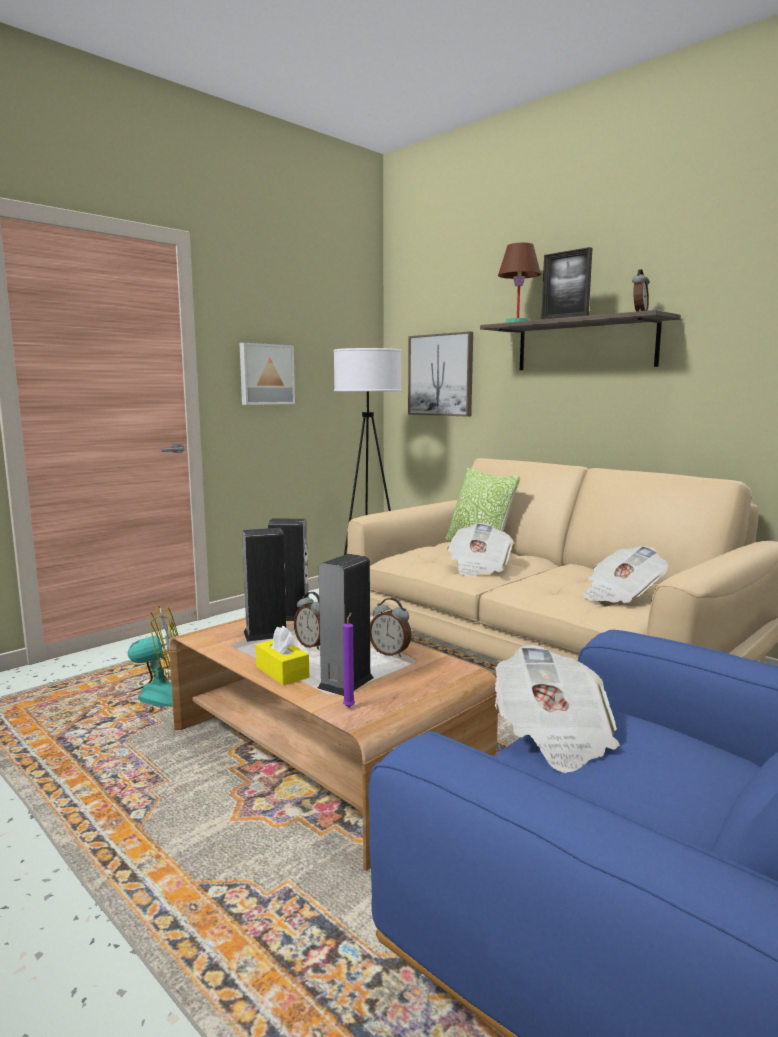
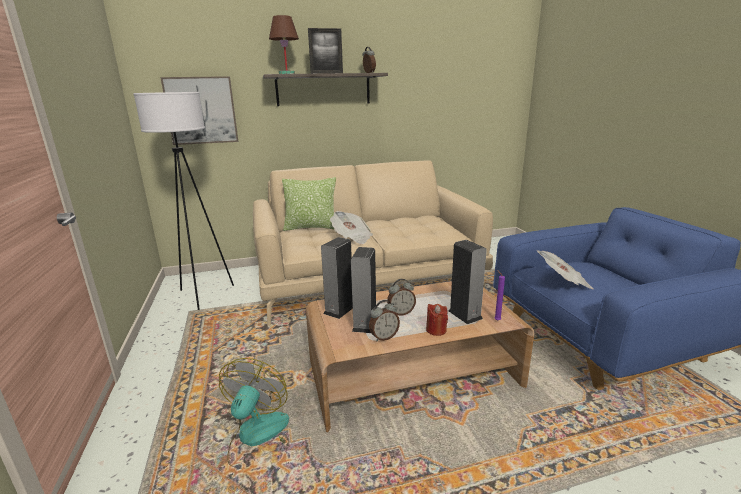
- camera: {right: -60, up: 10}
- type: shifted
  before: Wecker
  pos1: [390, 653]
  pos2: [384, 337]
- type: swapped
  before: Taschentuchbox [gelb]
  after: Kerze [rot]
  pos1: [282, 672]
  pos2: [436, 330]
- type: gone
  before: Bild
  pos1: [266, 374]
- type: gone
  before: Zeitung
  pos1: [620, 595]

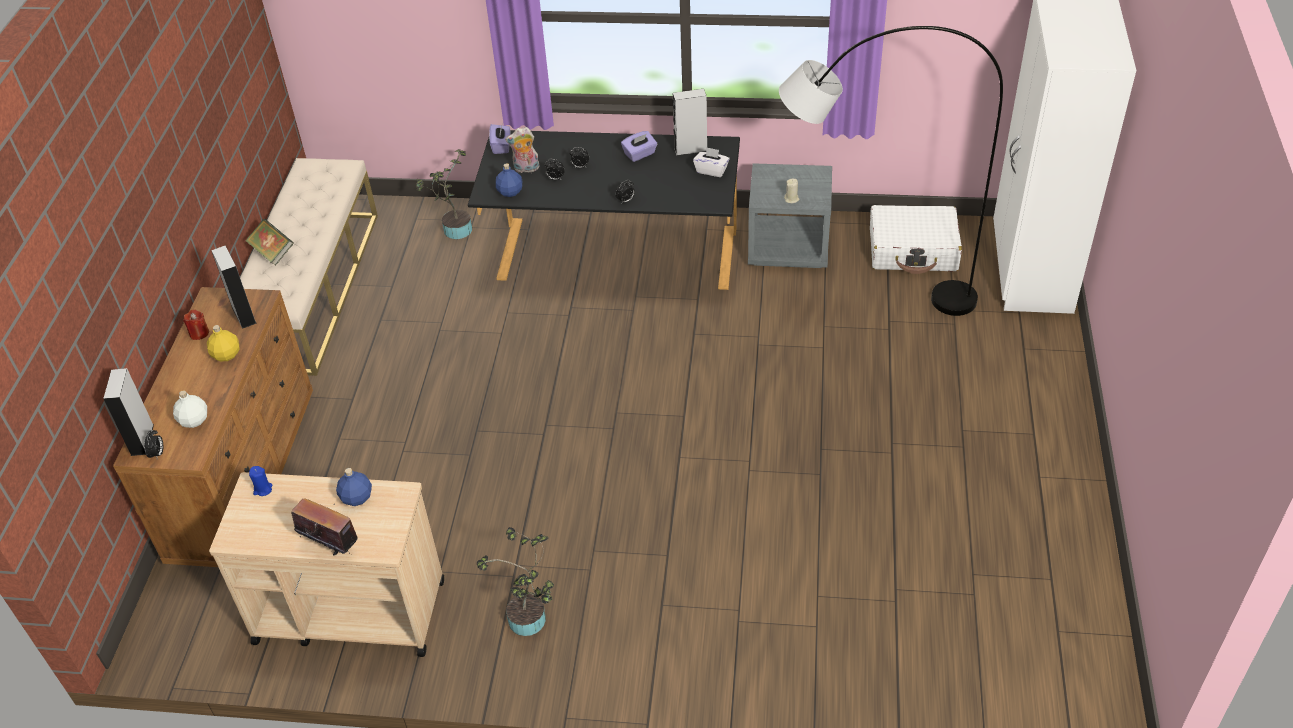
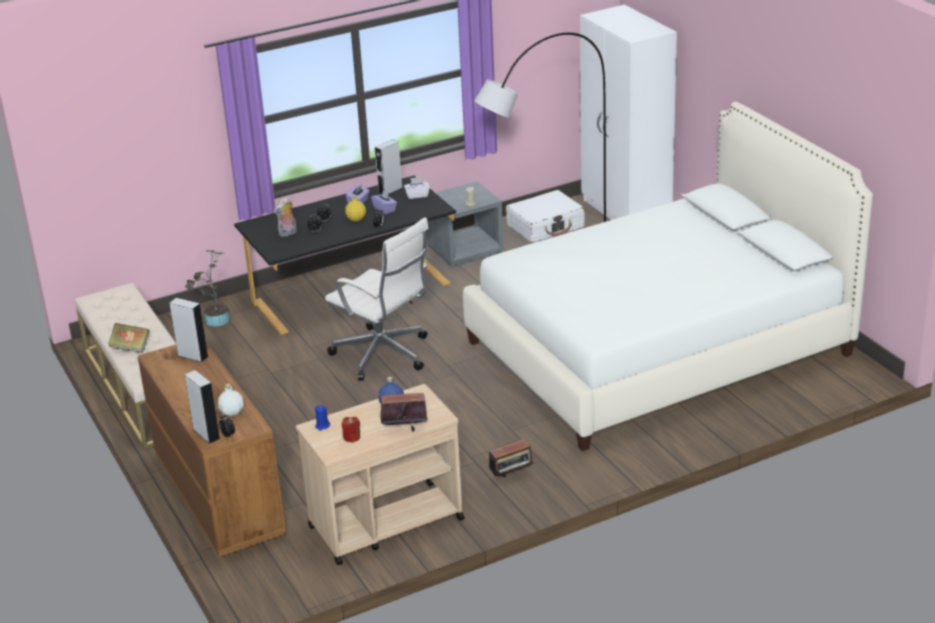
- camera: {right: -35, up: -15}
- type: new
  after: Bürostuhl [weiß]
  pos2: [384, 355]
- type: shifted
  before: Kerze [rot]
  pos1: [199, 333]
  pos2: [352, 437]
- type: shifted
  before: Flasche [gelb]
  pos1: [227, 354]
  pos2: [356, 218]
- type: shifted
  before: Taschentuchbox [lila]
  pos1: [501, 146]
  pos2: [385, 209]
- type: new
  after: Bett [weiß]
  pos2: [659, 348]
- type: swapped
  before: Topfpflanze
  after: Radio
  pos1: [530, 622]
  pos2: [512, 476]
- type: gone
  before: Flasche [blau]
  pos1: [510, 192]

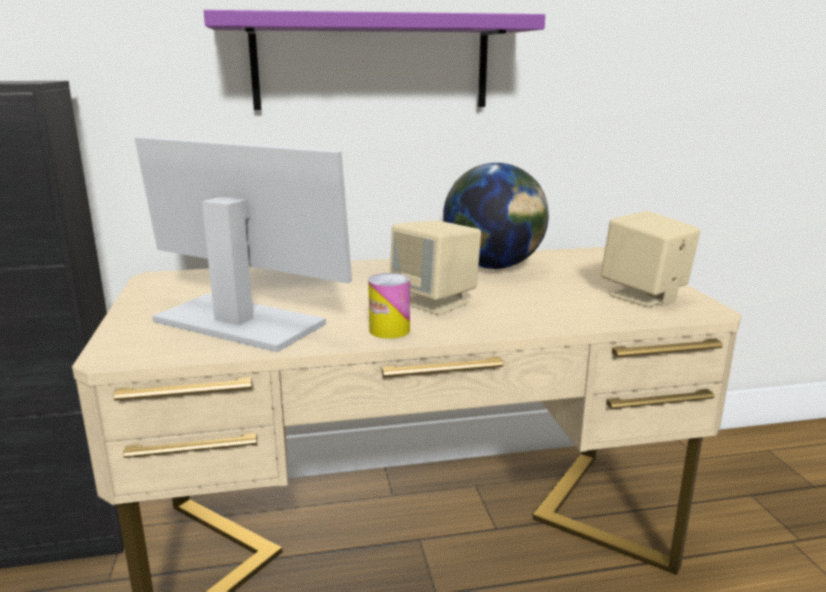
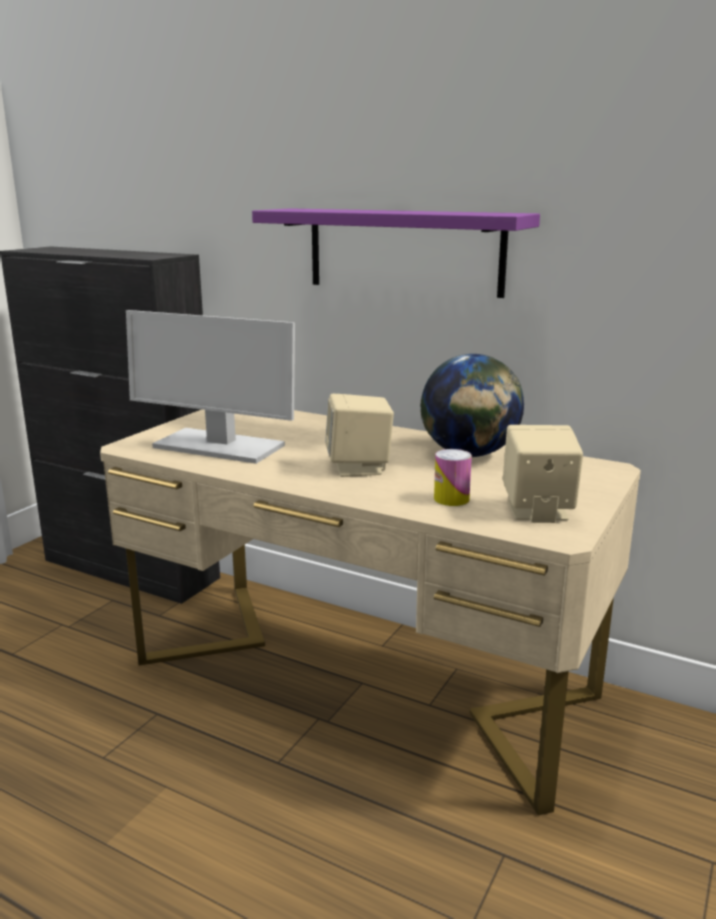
- camera: {right: 40, up: 0}
- type: rotated
  before: Monitor
  pos1: [241, 323]
  pos2: [217, 447]
  turn: 135
- type: shifted
  before: Dose
  pos1: [389, 330]
  pos2: [451, 499]

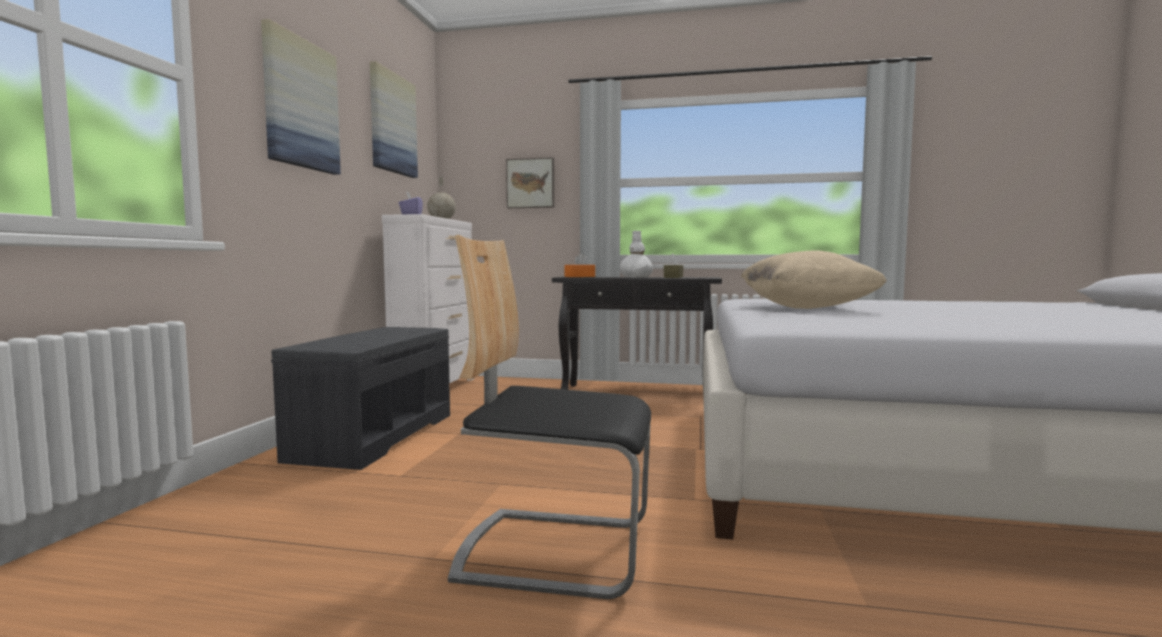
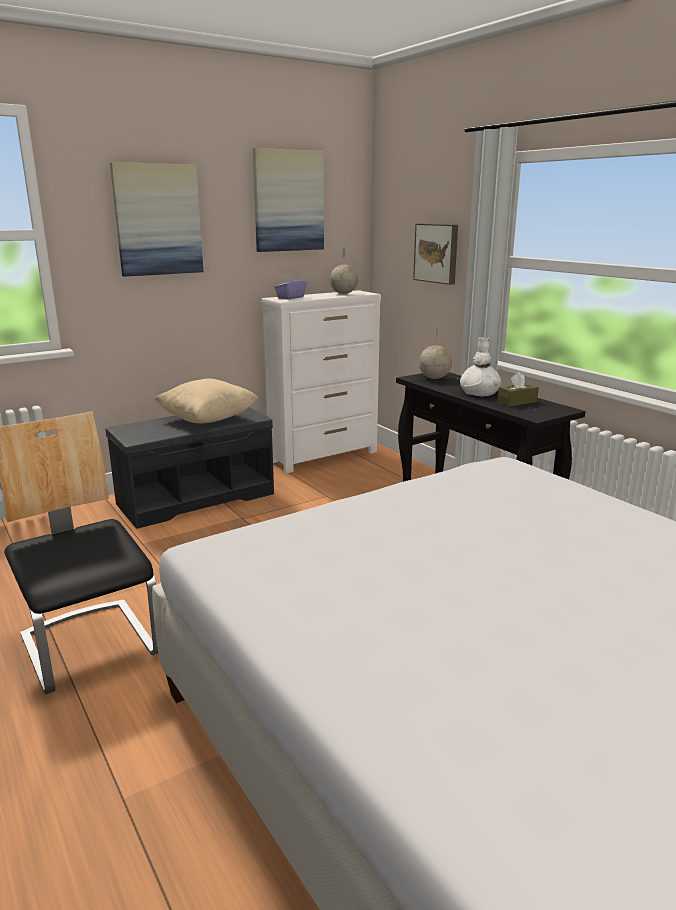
- camera: {right: 45, up: 15}
- type: shifted
  before: Kissen [beige]
  pos1: [806, 308]
  pos2: [208, 420]
- type: swapped
  before: Taschentuchbox [orange]
  after: Globus
  pos1: [579, 276]
  pos2: [434, 378]

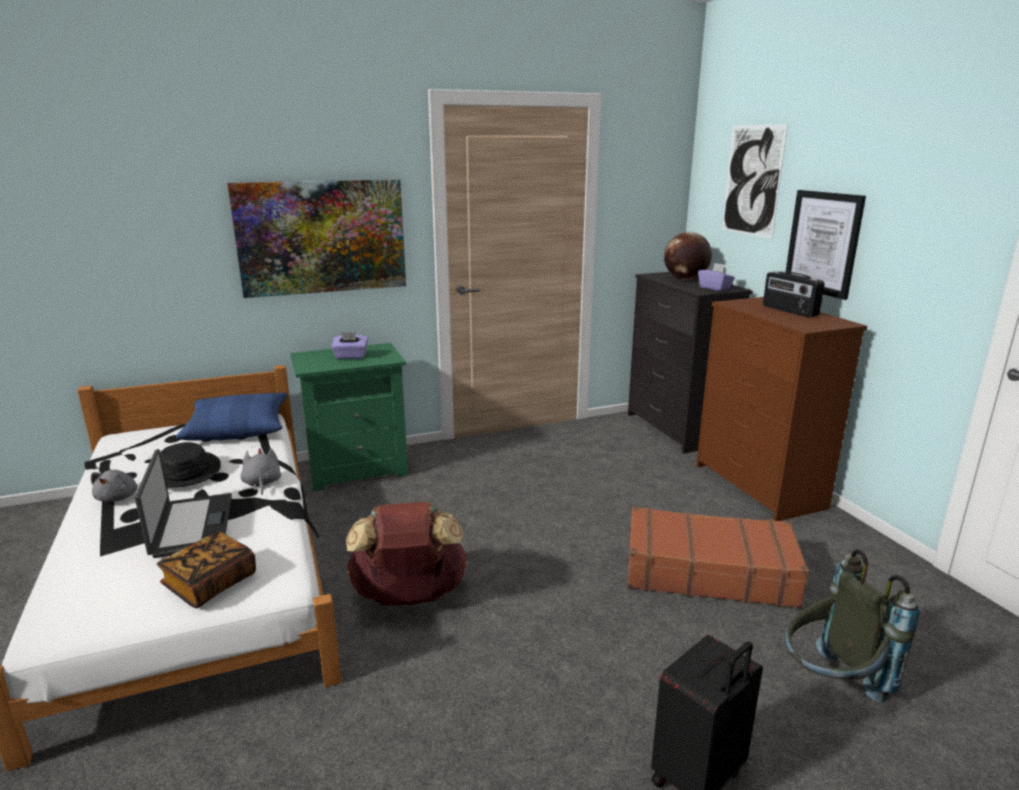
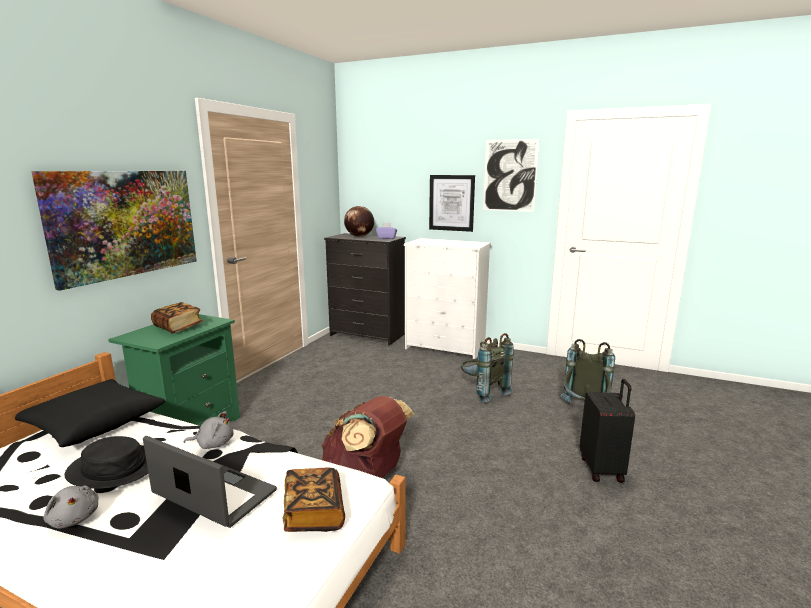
- camera: {right: -45, up: -5}
- type: repainted
  before: Kissen [blau]
  after: Kissen [schwarz]
  pos1: [238, 427]
  pos2: [93, 422]
- type: swapped
  before: Taschentuchbox [lila]
  after: Buch
  pos1: [350, 356]
  pos2: [178, 327]
- type: rotated
  before: Plüschtier [grau]
  pos1: [262, 484]
  pos2: [213, 444]
  turn: 150
- type: repainted
  before: Kommode [braun]
  after: Kommode [weiß]
  pos1: [759, 487]
  pos2: [445, 348]
- type: swapped
  before: Koffer [braun]
  after: Rucksack [grau]
  pos1: [708, 571]
  pos2: [482, 392]
- type: shifted
  before: Bild
  pos1: [752, 180]
  pos2: [510, 175]
- type: gone
  before: Radio
  pos1: [789, 311]

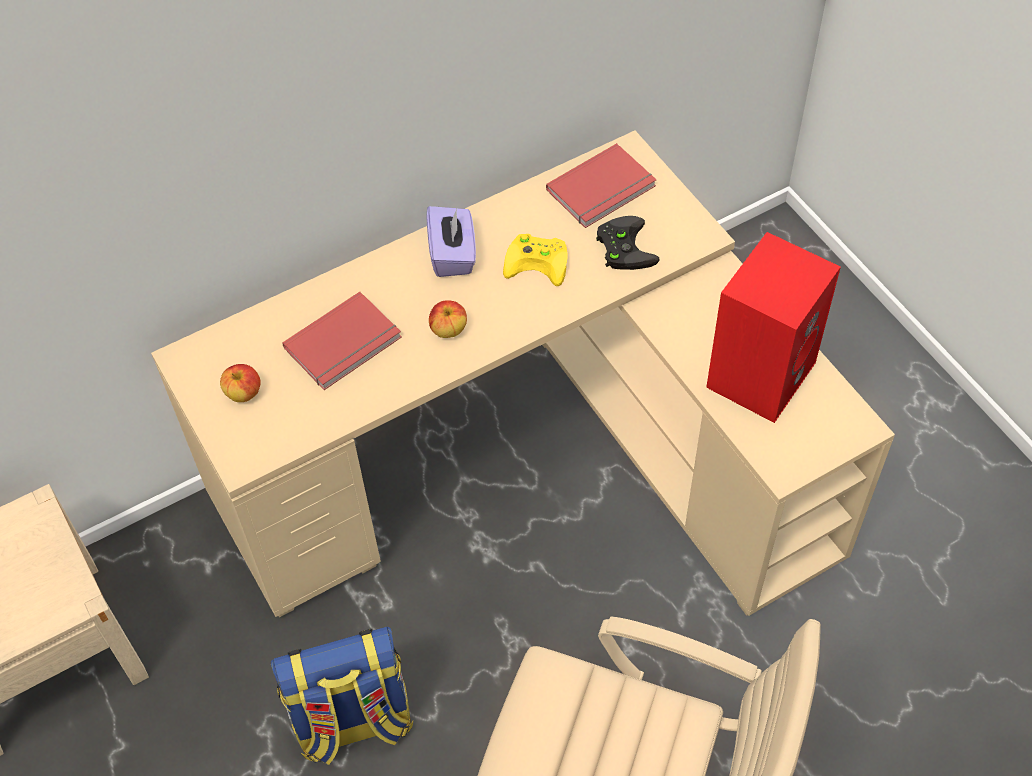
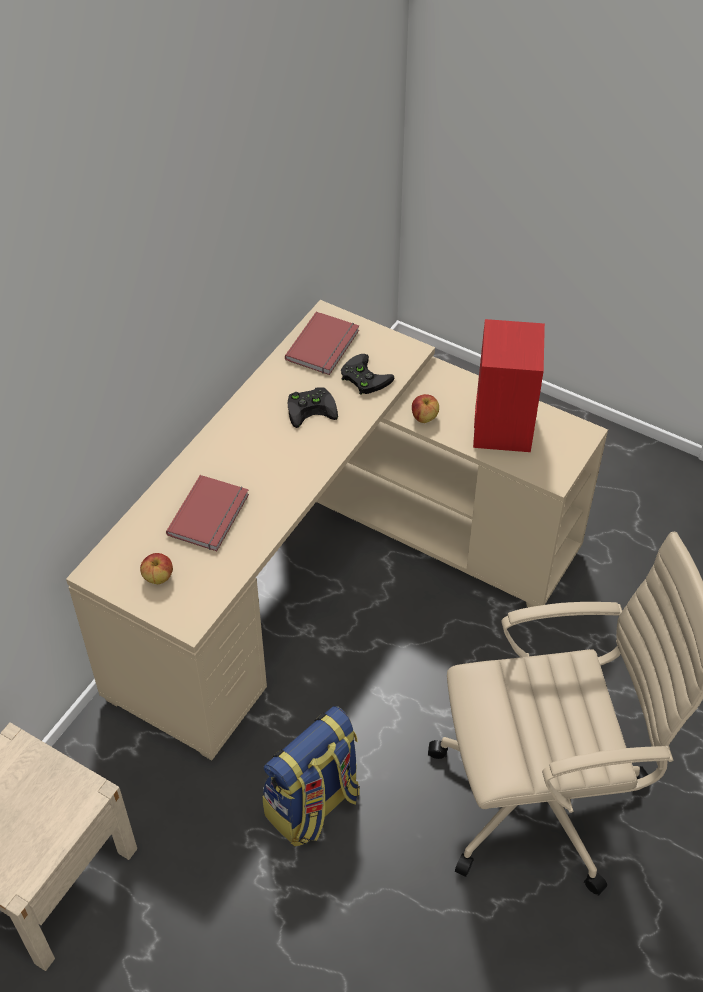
- camera: {right: -30, up: -5}
- type: repainted
  before: Gamepad [gelb]
  after: Gamepad [schwarz]
  pos1: [539, 261]
  pos2: [312, 408]
- type: shifted
  before: Apfel
  pos1: [448, 330]
  pos2: [424, 417]
- type: gone
  before: Taschentuchbox [lila]
  pos1: [453, 255]

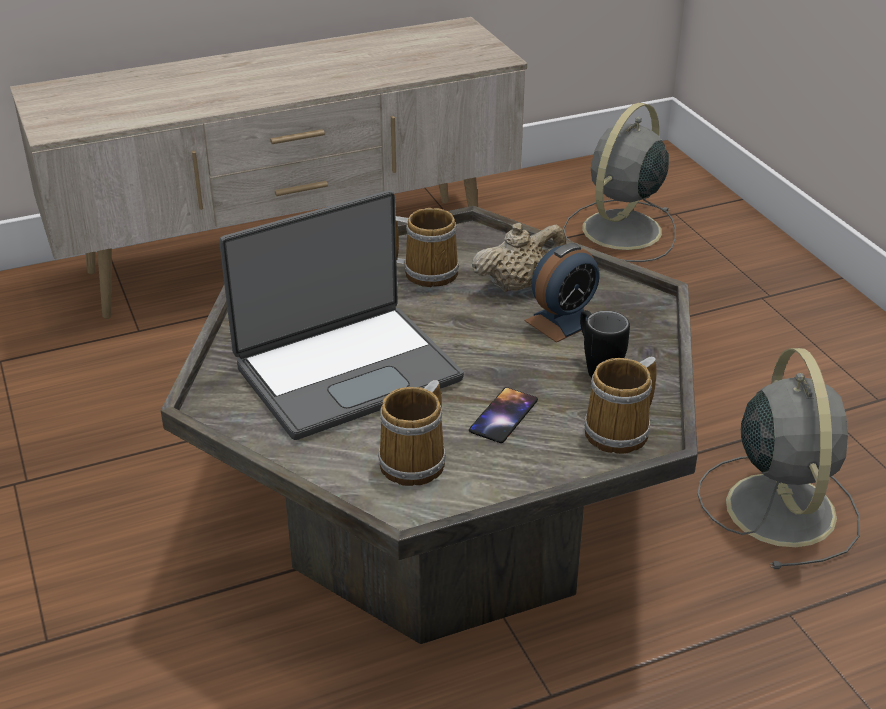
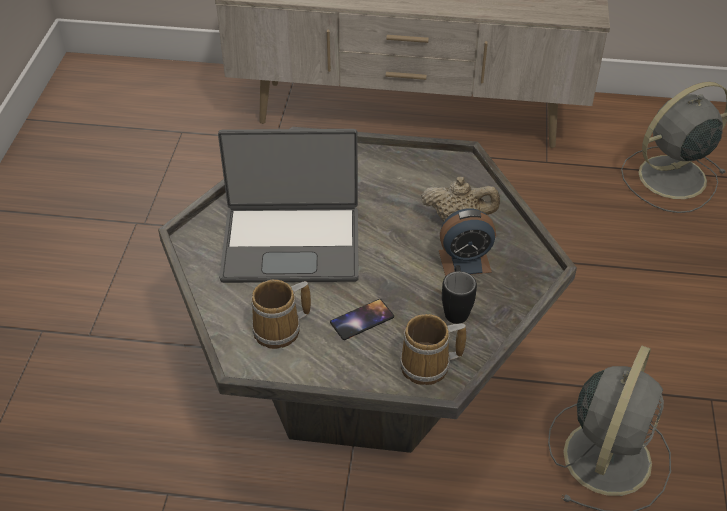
- camera: {right: 30, up: 10}
- type: gone
  before: Henkelbecher
  pos1: [427, 271]

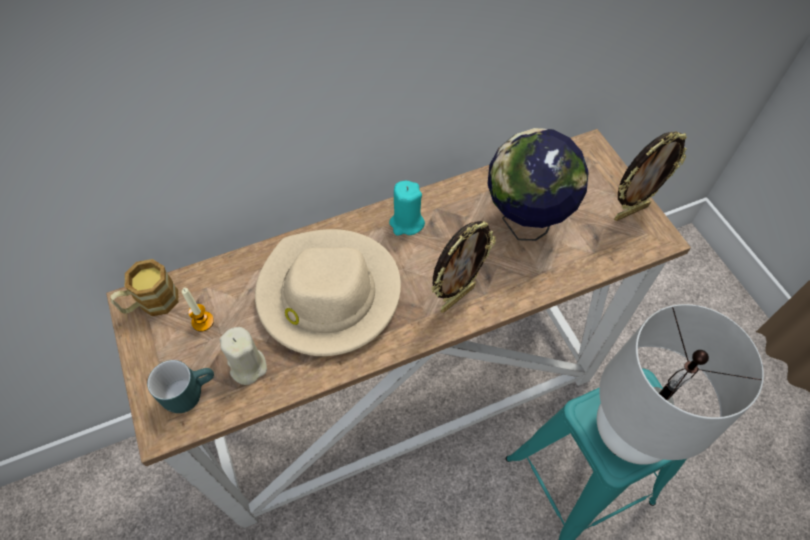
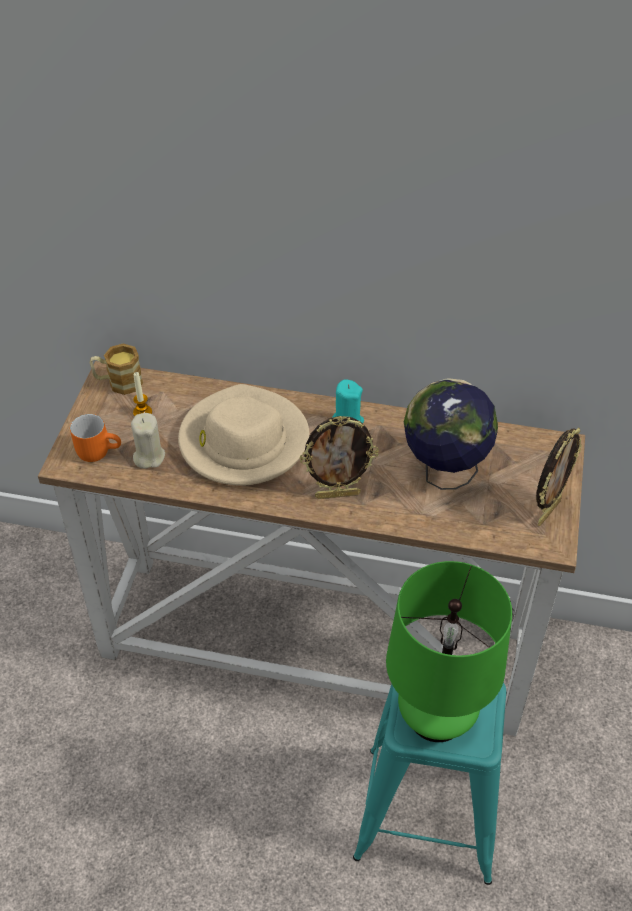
- camera: {right: 35, up: -10}
- type: repainted
  before: Henkelbecher [türkis]
  after: Henkelbecher [orange]
  pos1: [188, 391]
  pos2: [99, 450]
- type: repainted
  before: Tischlampe [weiß]
  after: Tischlampe [grün]
  pos1: [627, 433]
  pos2: [436, 716]
- type: rotated
  before: Bilderrahmen
  pos1: [630, 211]
  pos2: [547, 511]
  turn: -60

